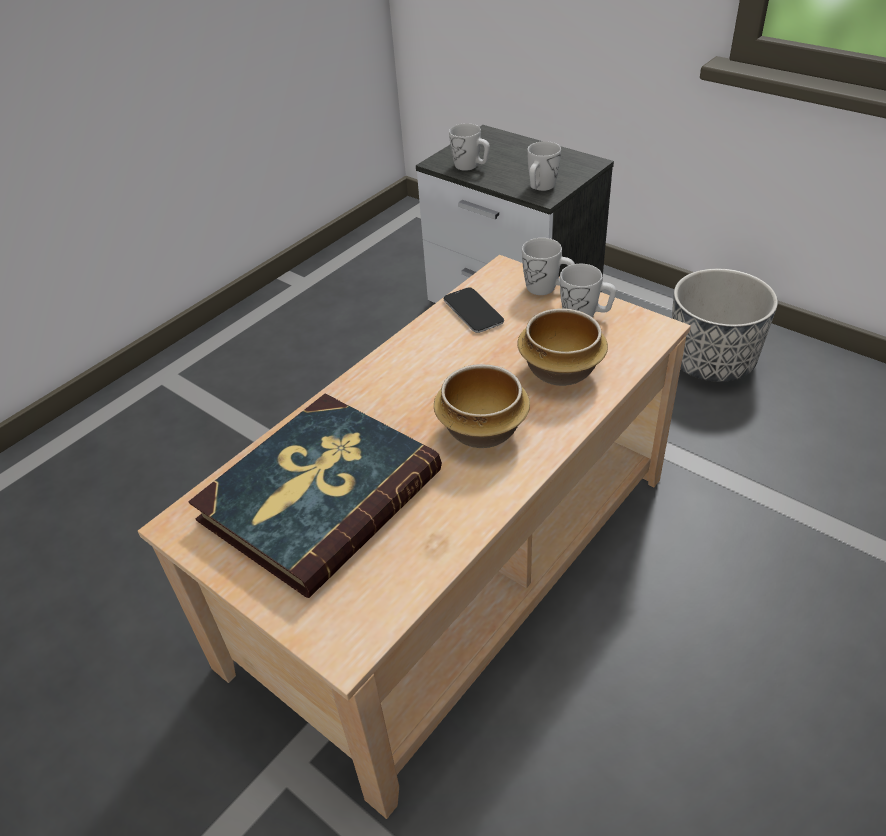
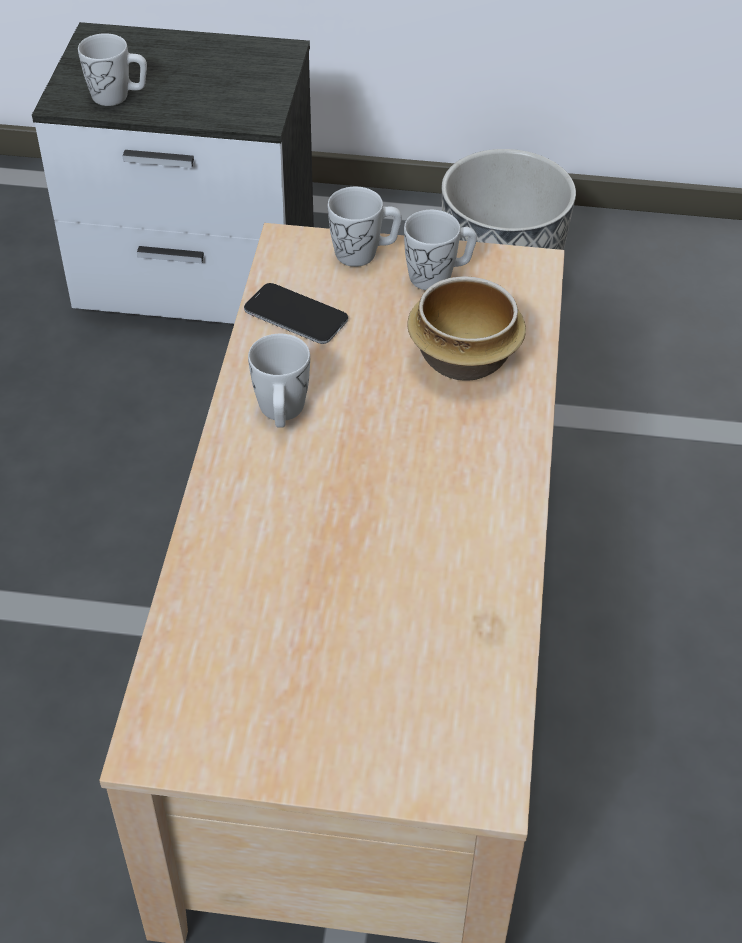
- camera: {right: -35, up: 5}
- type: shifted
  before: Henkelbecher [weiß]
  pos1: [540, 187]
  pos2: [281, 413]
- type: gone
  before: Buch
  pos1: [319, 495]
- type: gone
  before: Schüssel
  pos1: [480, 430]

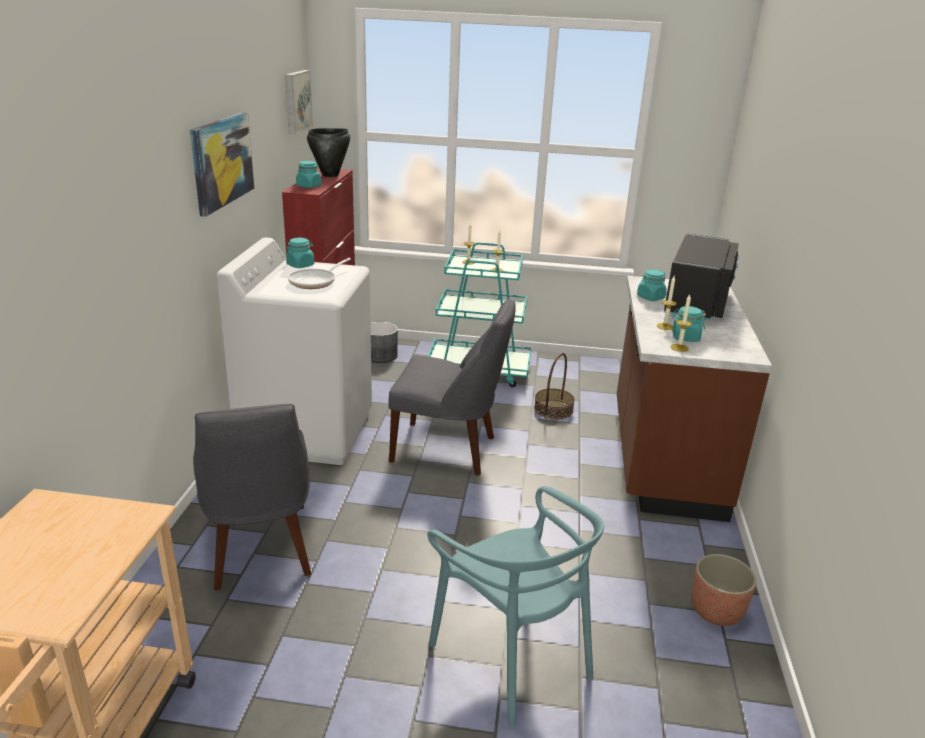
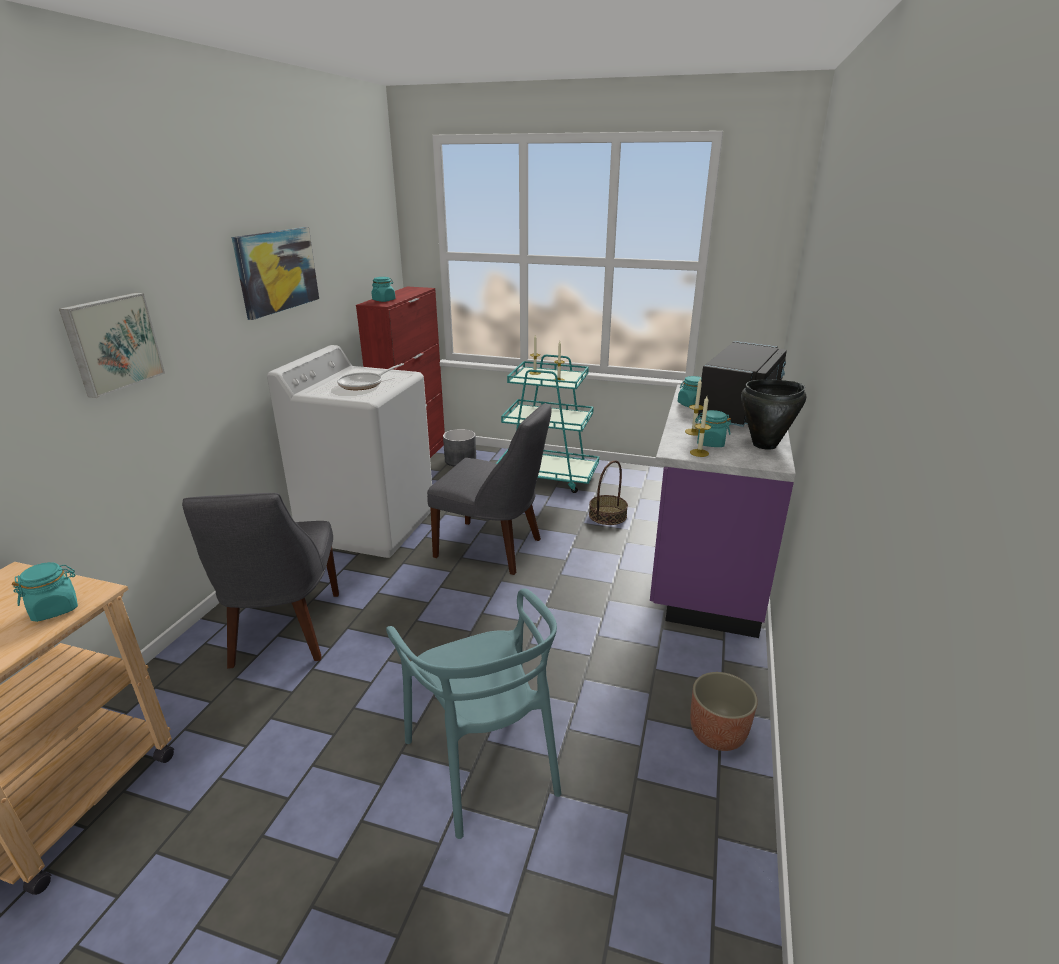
- camera: {right: 10, up: 0}
- type: shifted
  before: Vorratsglas [türkis]
  pos1: [300, 265]
  pos2: [55, 609]
- type: shifted
  before: Bild
  pos1: [296, 101]
  pos2: [112, 343]
- type: repainted
  before: Küchenzeile [braun]
  after: Küchenzeile [lila]
  pos1: [662, 458]
  pos2: [704, 568]
- type: shifted
  before: Kochtopf [schwarz]
  pos1: [330, 175]
  pos2: [765, 445]

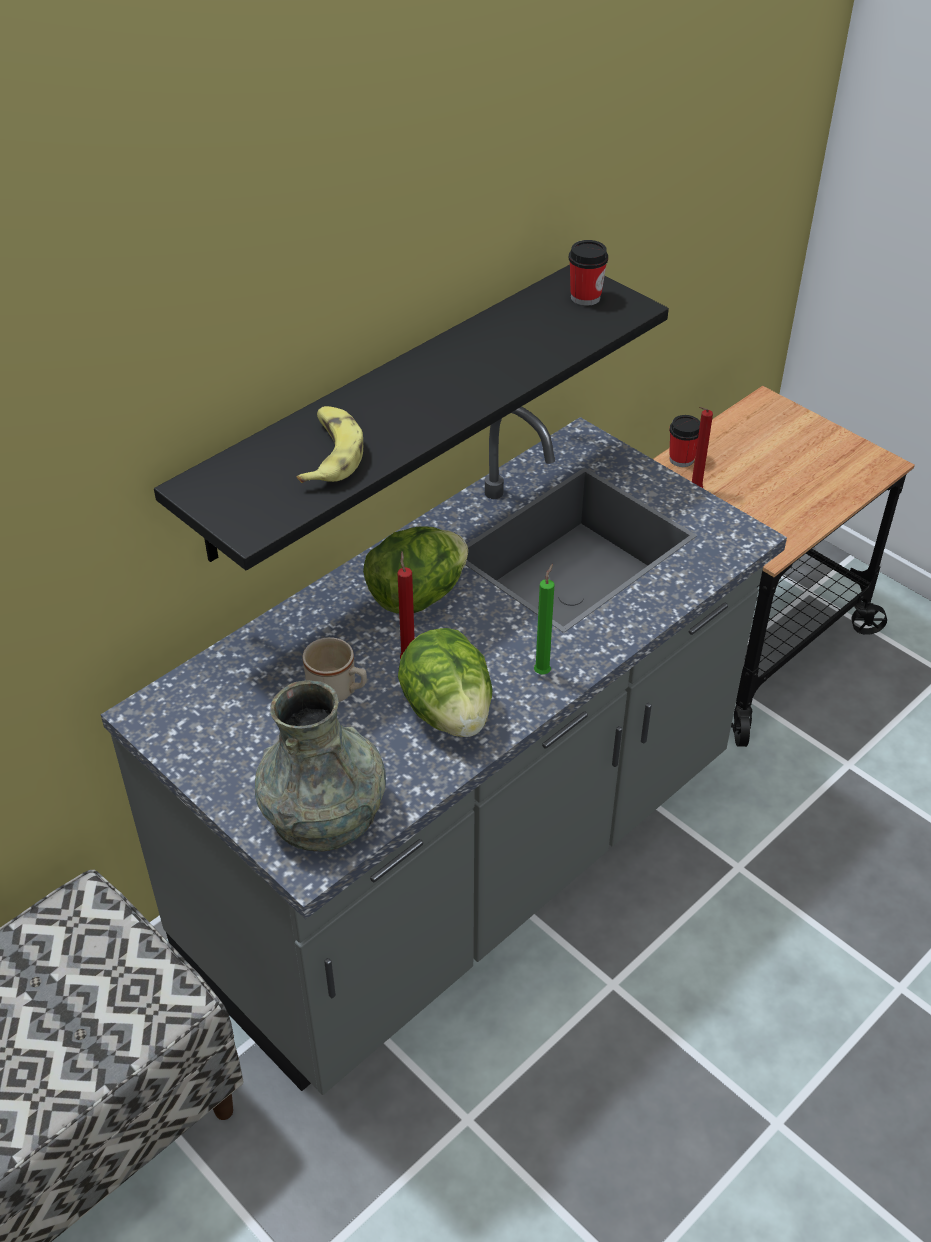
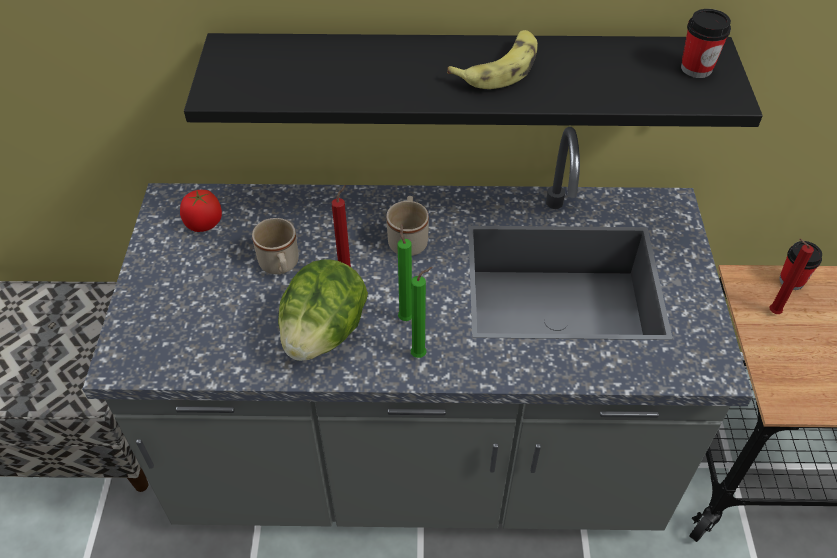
- camera: {right: 45, up: 5}
- type: new
  after: Tomate
  pos2: [204, 224]
- type: swapped
  before: Salatkopf
  after: Henkelbecher [beige]
  pos1: [416, 596]
  pos2: [408, 239]
- type: new
  after: Kerze [grün]
  pos2: [405, 317]
- type: shifted
  before: Banane
  pos1: [330, 454]
  pos2: [499, 68]
- type: gone
  before: Vase [grau]
  pos1: [325, 812]

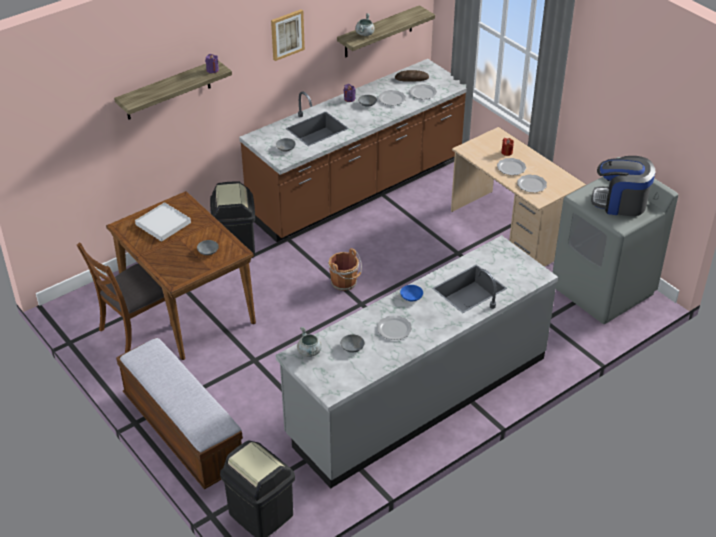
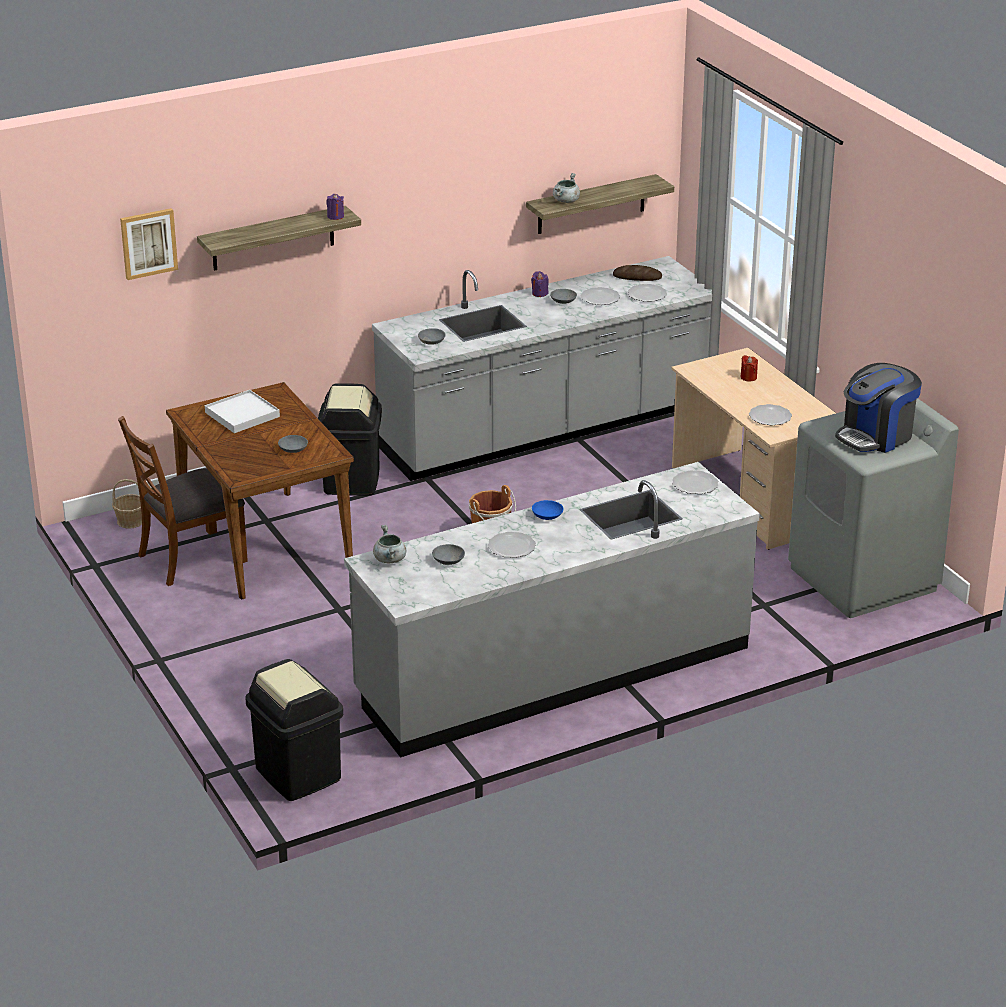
- camera: {right: 10, up: -10}
- type: new
  after: Korb
  pos2: [130, 521]
- type: shifted
  before: Bild
  pos1: [287, 34]
  pos2: [148, 243]
- type: repainted
  before: Küchenzeile [braun]
  after: Küchenzeile [grau]
  pos1: [358, 188]
  pos2: [546, 429]
- type: shifted
  before: Teller
  pos1: [511, 168]
  pos2: [695, 484]
- type: rotated
  before: Kaffeemaschine
  pos1: [620, 203]
  pos2: [876, 436]
  turn: -60
- type: gone
  before: Bank
  pos1: [182, 431]

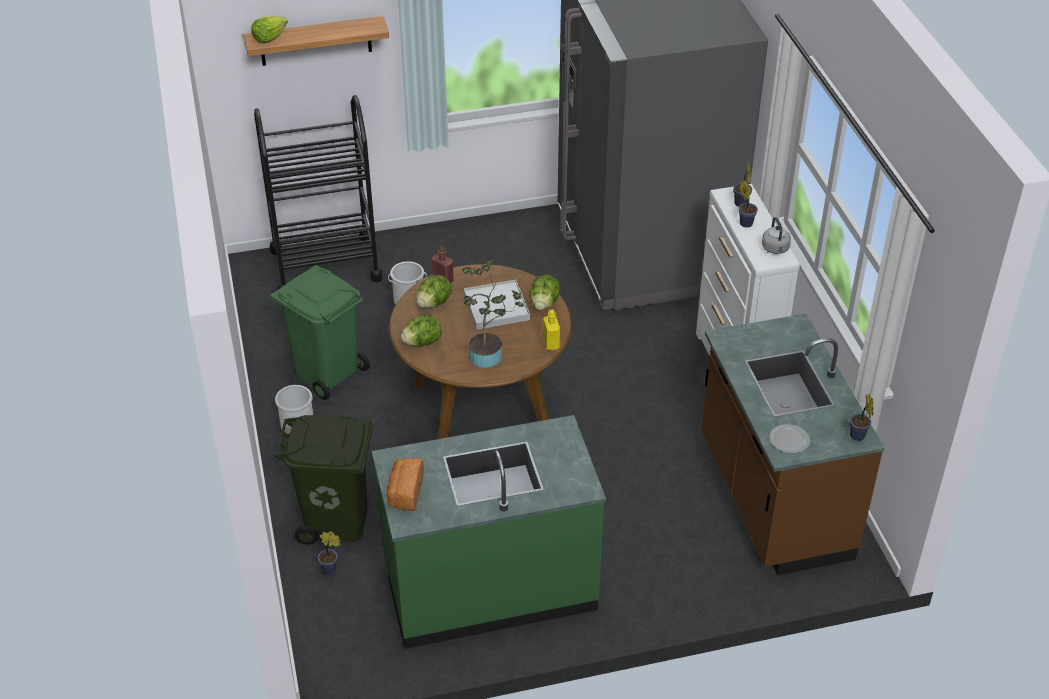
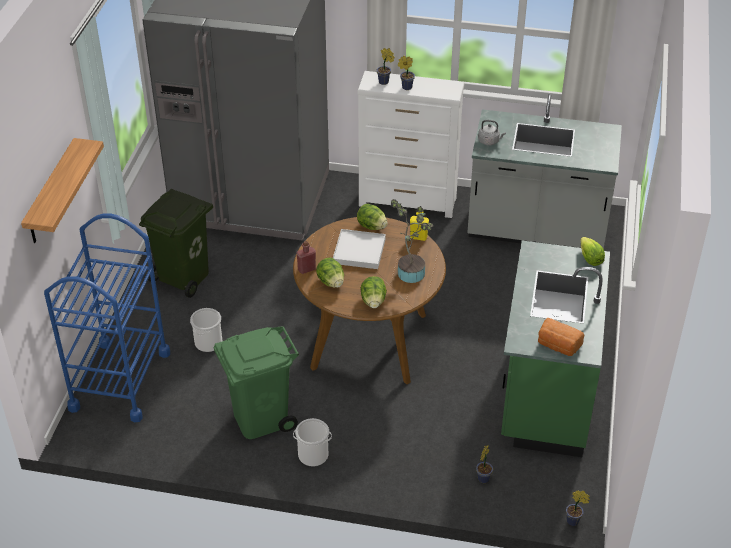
- camera: {right: -65, up: 0}
- type: repainted
  before: Rollwagen [schwarz]
  after: Rollwagen [blau]
  pos1: [326, 264]
  pos2: [120, 380]
- type: shifted
  before: Mülleimer [grün]
  pos1: [336, 522]
  pos2: [184, 277]
- type: repainted
  before: Küchenzeile [braun]
  after: Küchenzeile [grau]
  pos1: [772, 499]
  pos2: [536, 231]
- type: shifted
  before: Wasserkessel [grau]
  pos1: [775, 249]
  pos2: [489, 141]
- type: shifted
  before: Topfpflanze
  pos1: [857, 437]
  pos2: [574, 521]
- type: shifted
  before: Salatkopf
  pos1: [269, 38]
  pos2: [590, 259]
- type: gone
  before: Teller
  pos1: [789, 441]

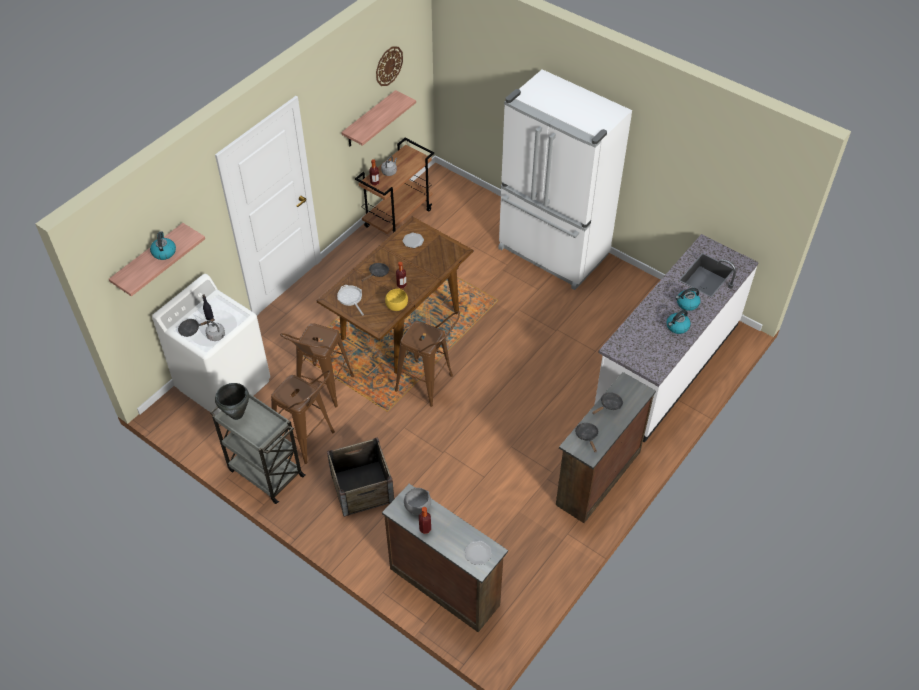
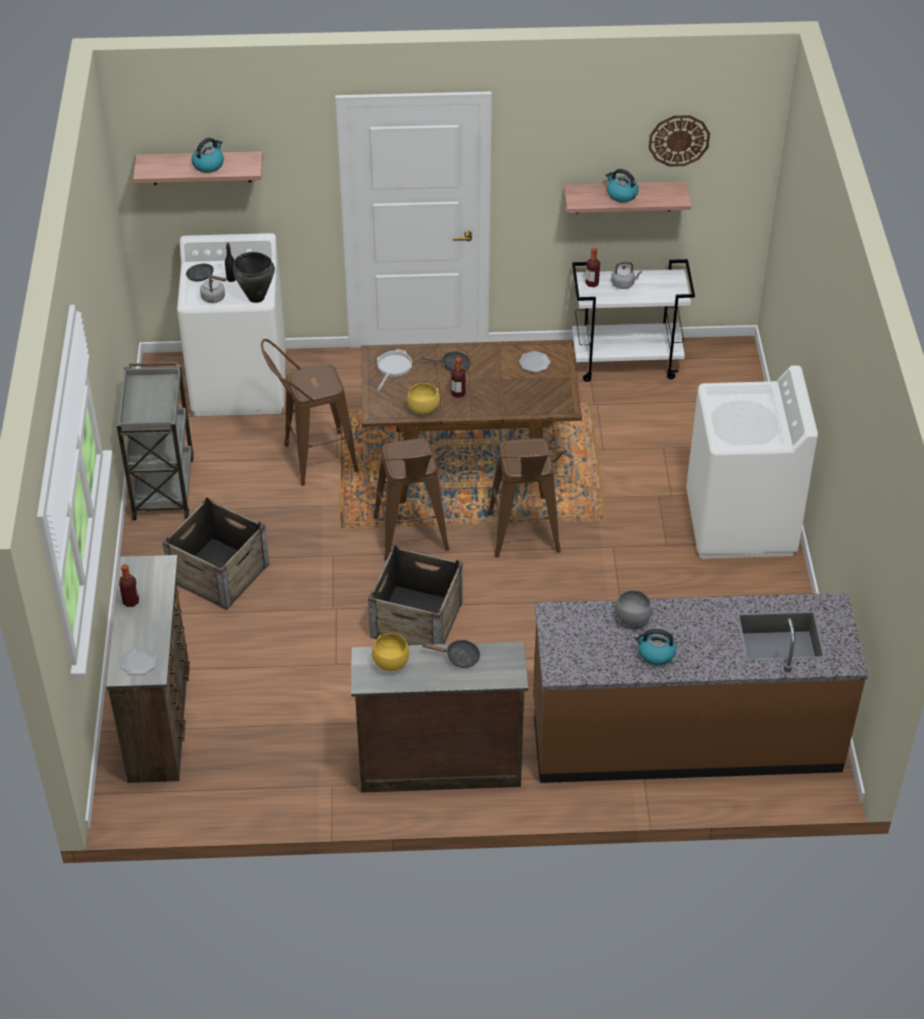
- camera: {right: 50, up: -5}
- type: shifted
  before: Kochtopf [schwarz]
  pos1: [237, 414]
  pos2: [256, 298]
- type: new
  after: Kiste
  pos2: [416, 619]
- type: swapped
  before: Pfanne [schwarz]
  after: Schüssel [gelb]
  pos1: [587, 436]
  pos2: [391, 663]
- type: shifted
  before: Hocker [braun]
  pos1: [308, 441]
  pos2: [524, 539]
- type: repainted
  before: Küchenzeile [weiß]
  after: Küchenzeile [braun]
  pos1: [666, 366]
  pos2: [685, 737]
- type: repainted
  before: Rollwagen [braun]
  after: Rollwagen [weiß]
  pos1: [398, 218]
  pos2: [627, 361]
- type: shifted
  before: Wasserkessel
  pos1: [687, 304]
  pos2: [621, 195]
- type: shifted
  before: Schüssel [grau]
  pos1: [417, 507]
  pos2: [631, 618]
- type: swapped
  before: Kühlschrank [weiß]
  after: Waschmaschine [weiß]
  pos1: [552, 253]
  pos2: [740, 523]

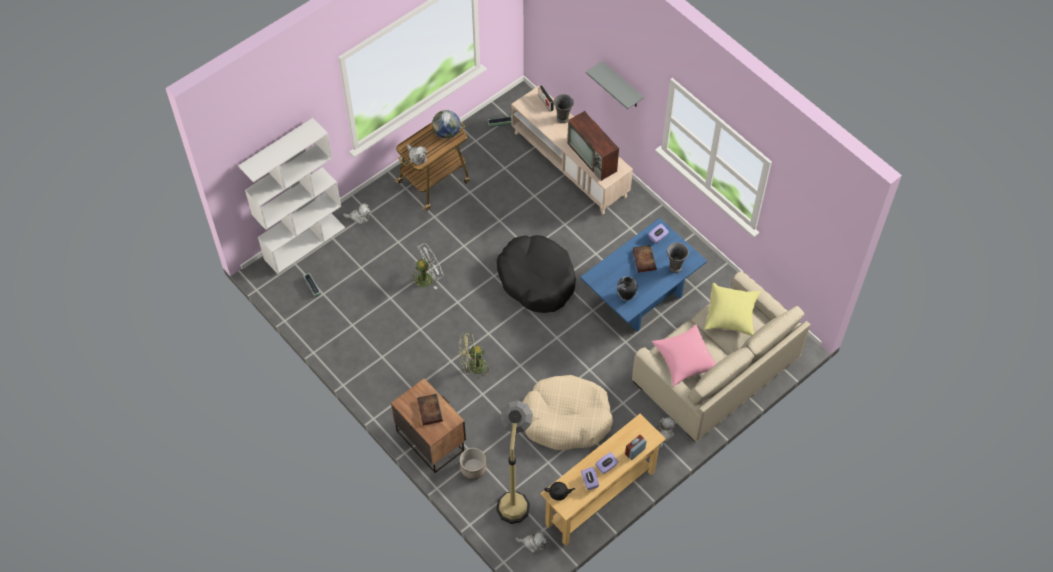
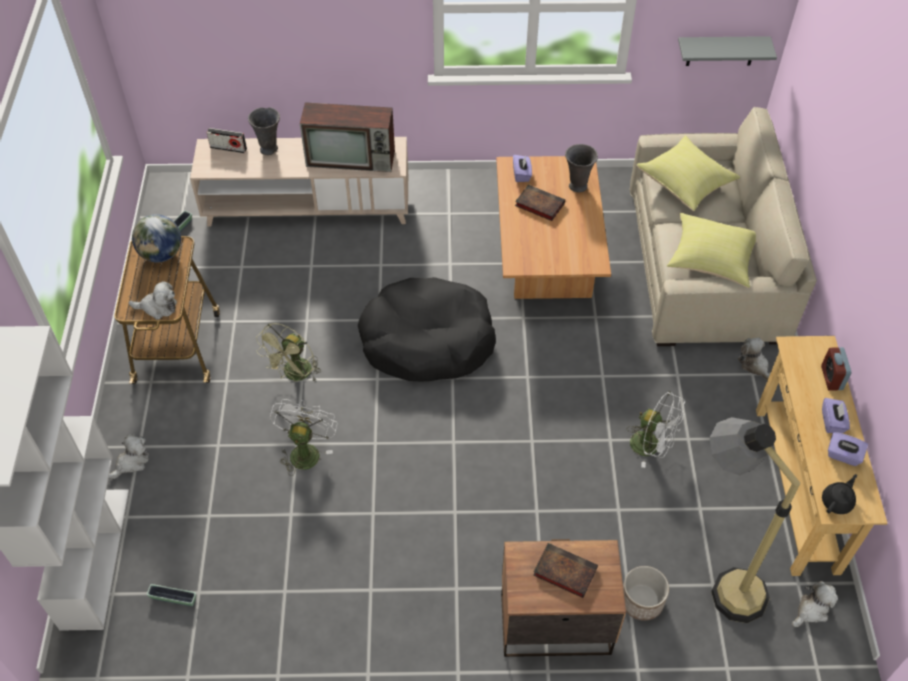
- camera: {right: -50, up: -5}
- type: shifted
  before: Ventilator [grün]
  pos1: [473, 367]
  pos2: [295, 375]
- type: repainted
  before: Couchtisch [blau]
  after: Couchtisch [braun]
  pos1: [640, 295]
  pos2: [546, 262]
- type: swapped
  before: Hundebett [beige]
  after: Ventilator [weiß]
  pos1: [565, 418]
  pos2: [651, 446]
- type: repainted
  before: Kissen [rosa]
  after: Kissen [gelb]
  pos1: [683, 360]
  pos2: [710, 261]
- type: shifted
  before: Wandregal [grau]
  pos1: [622, 86]
  pos2: [721, 51]
- type: gone
  before: Vase
  pos1: [625, 296]

